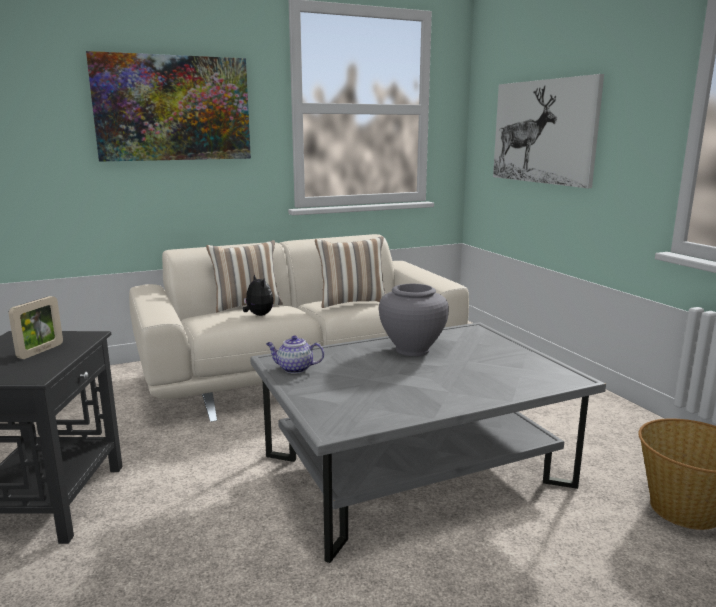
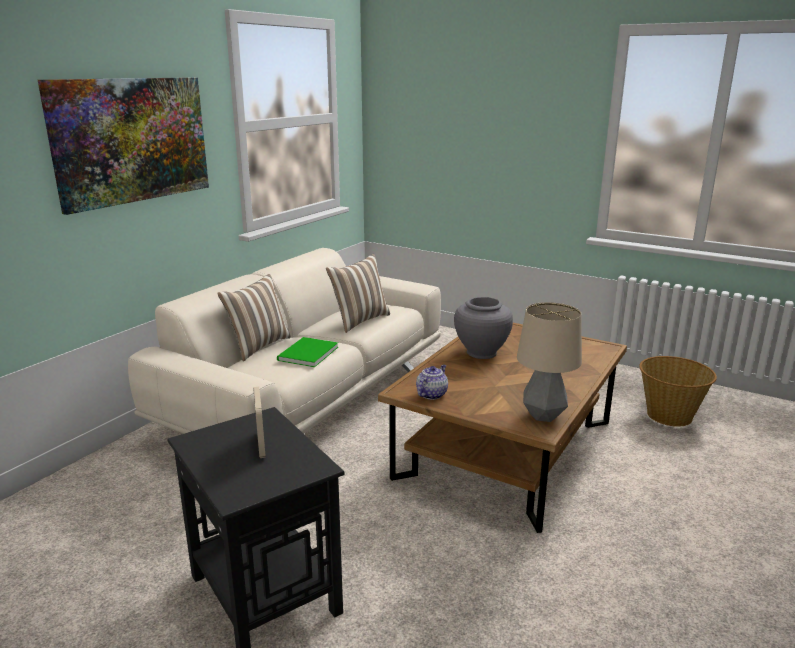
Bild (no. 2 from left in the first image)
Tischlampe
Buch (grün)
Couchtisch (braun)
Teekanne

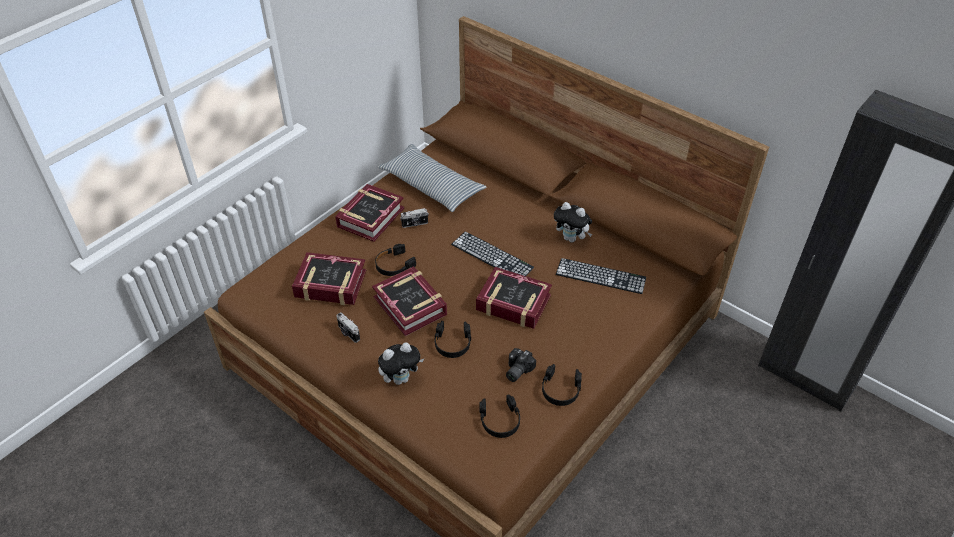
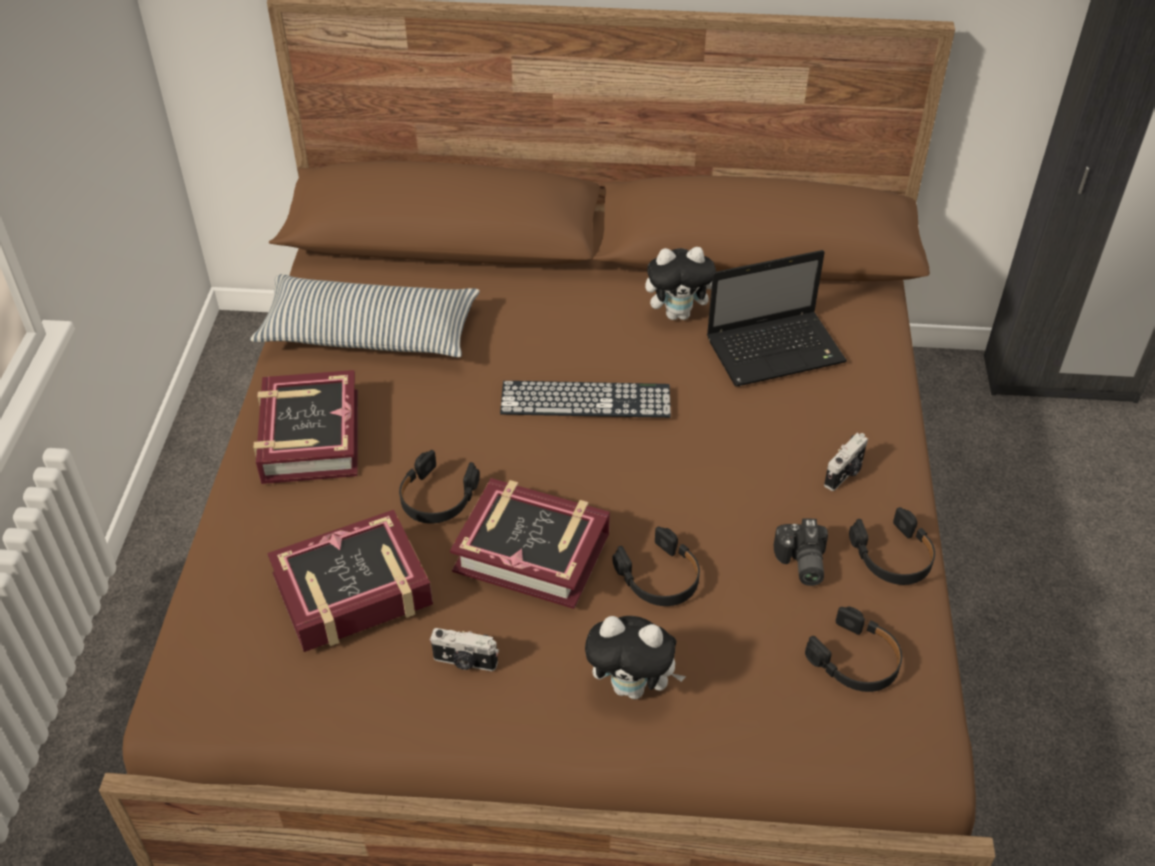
Buch (no. 4 from left in the first image)
Kamera (no. 3 from left)
Laptop
Plüschtier (no. 1 from left)

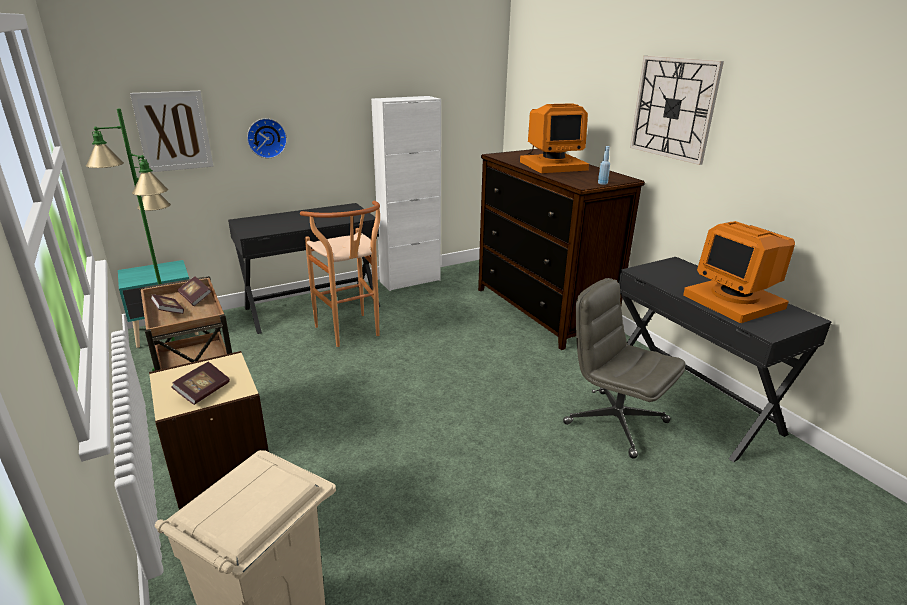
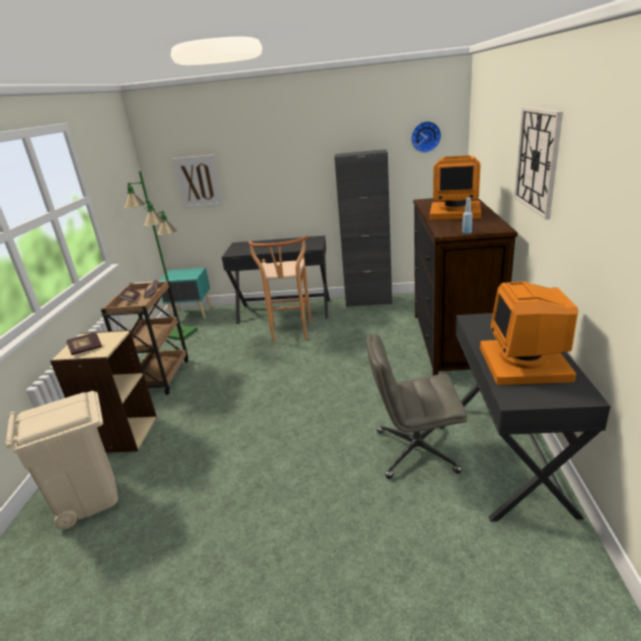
Wanduhr (no. 1 from left)
Schrank (schwarz)
Bürostuhl (grau)

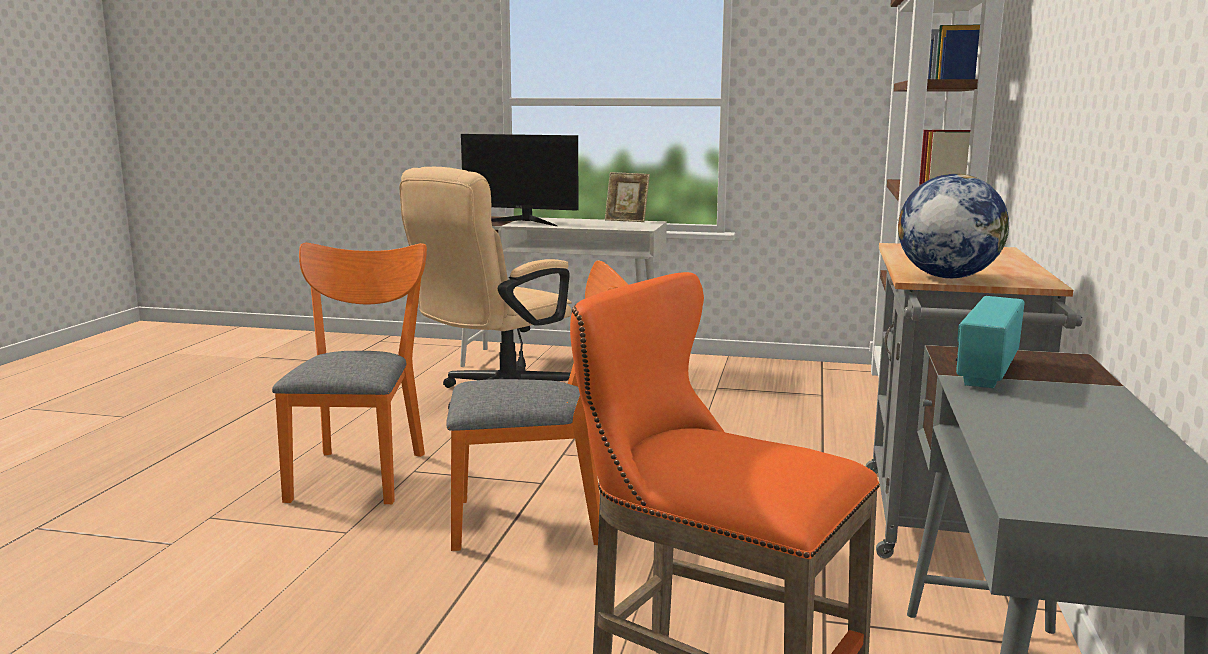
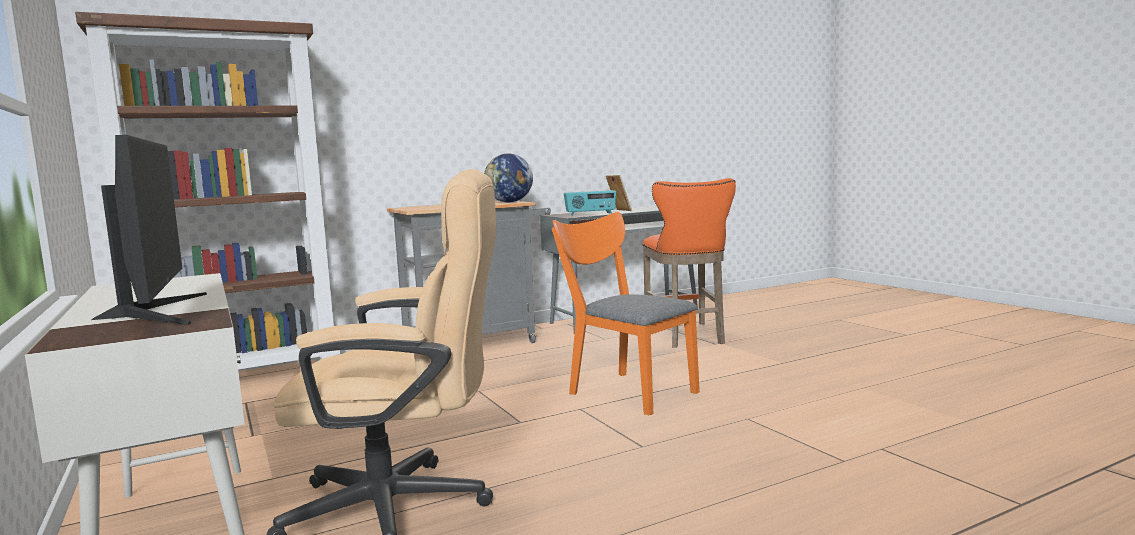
Stuhl (orange) (no. 1 from left in the first image)
Bilderrahmen

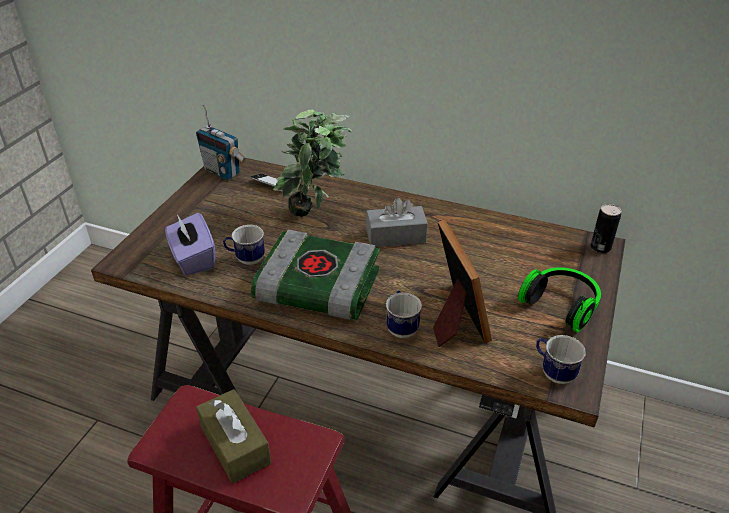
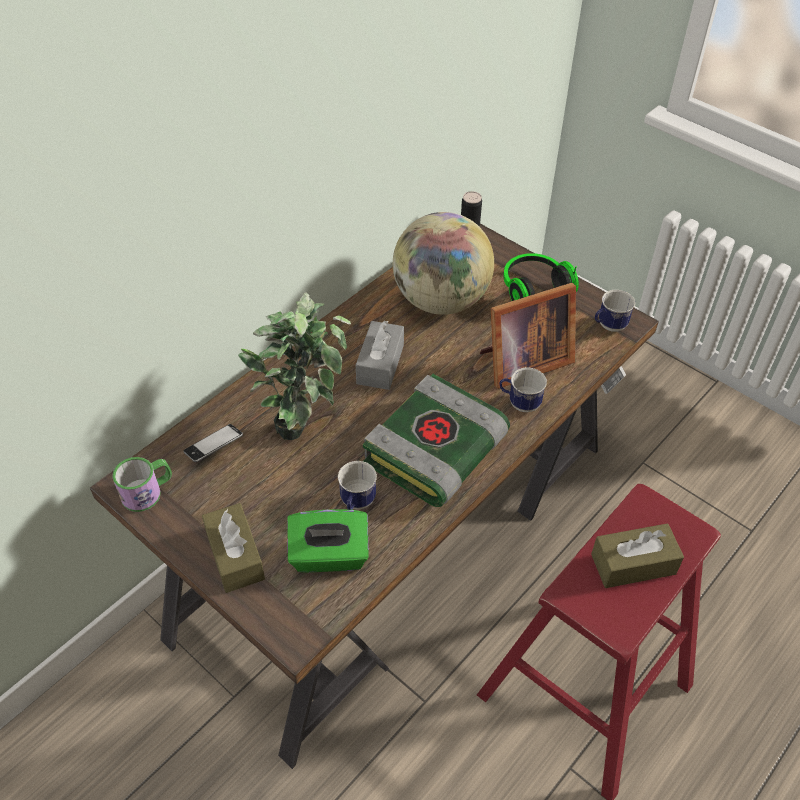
Taschentuchbox (braun) (no. 1 from left)
Globus
Henkelbecher (no. 1 from left)
Taschentuchbox (grün)
Bilderrahmen

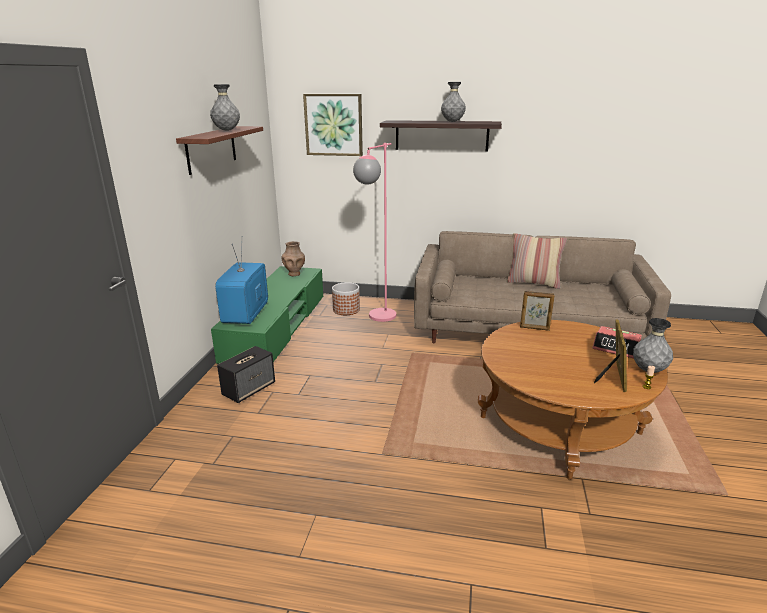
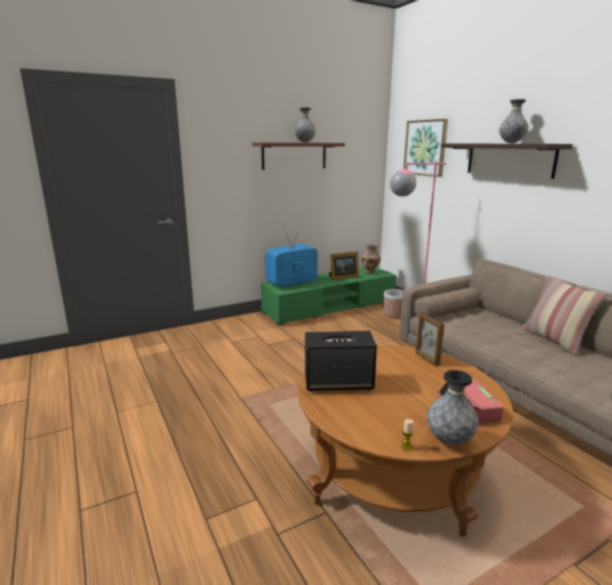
Lautsprecher
Bilderrahmen (no. 1 from left)

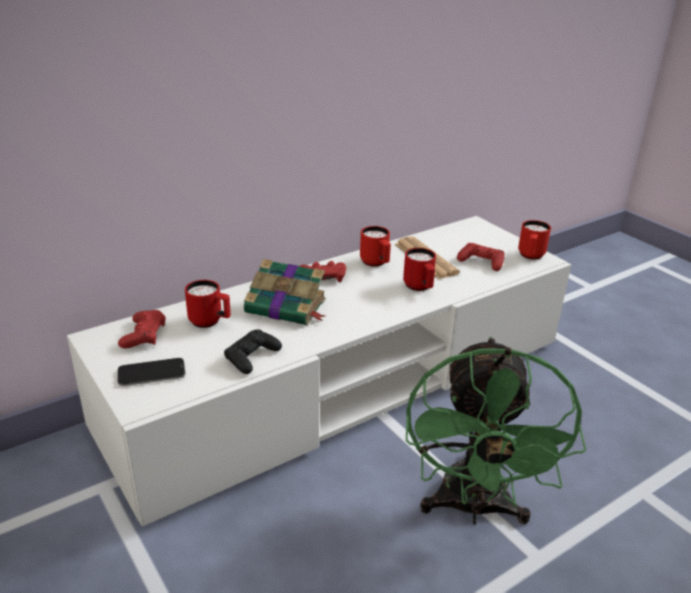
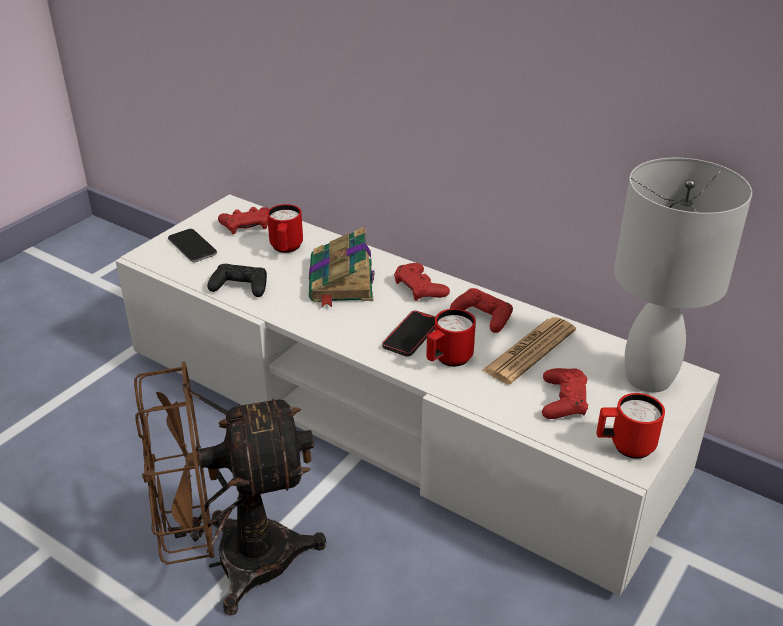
Handy (no. 2 from left)
Tischlampe (weiß)
Gamepad (rot) (no. 3 from left)
Ventilator (braun)

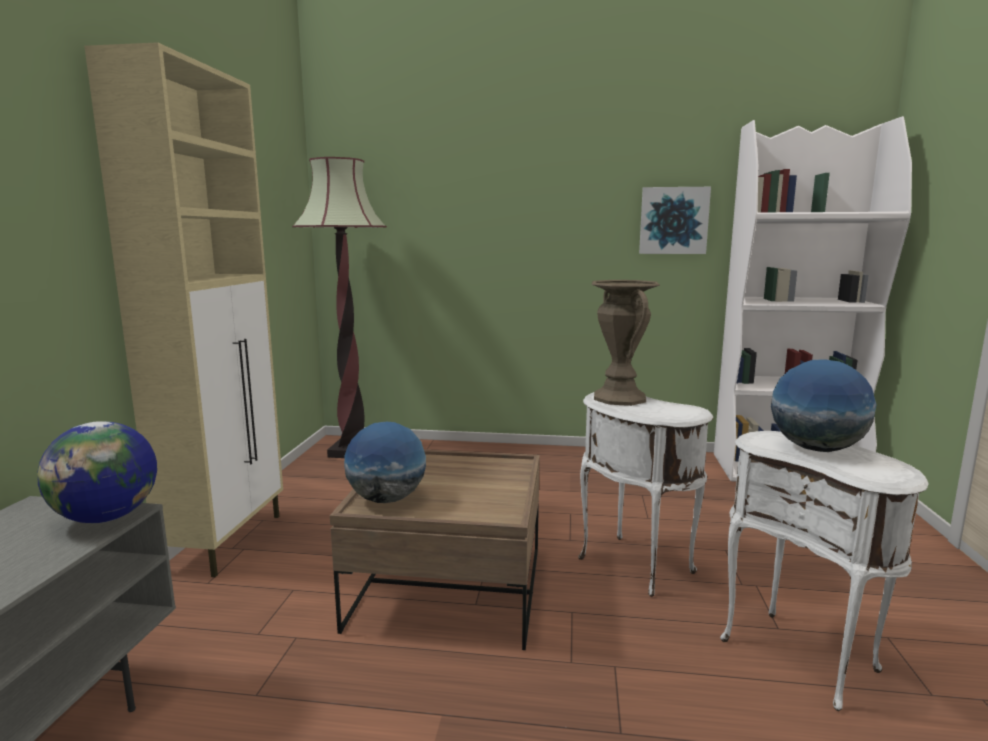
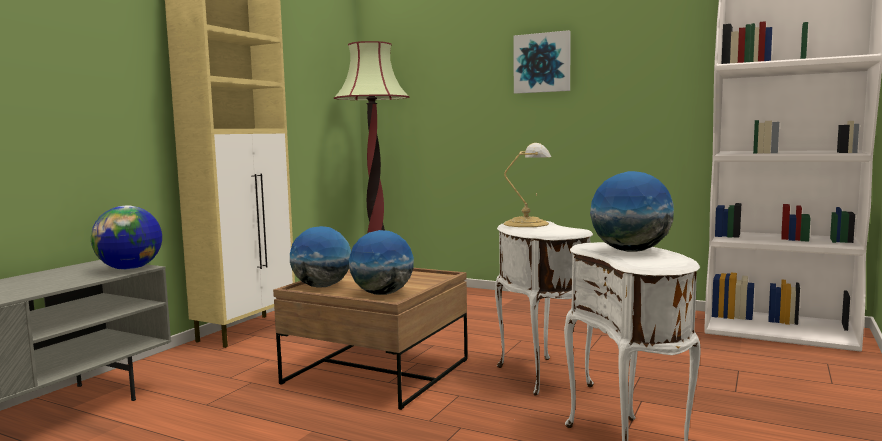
Globus (no. 3 from left)
Bild
Tischlampe

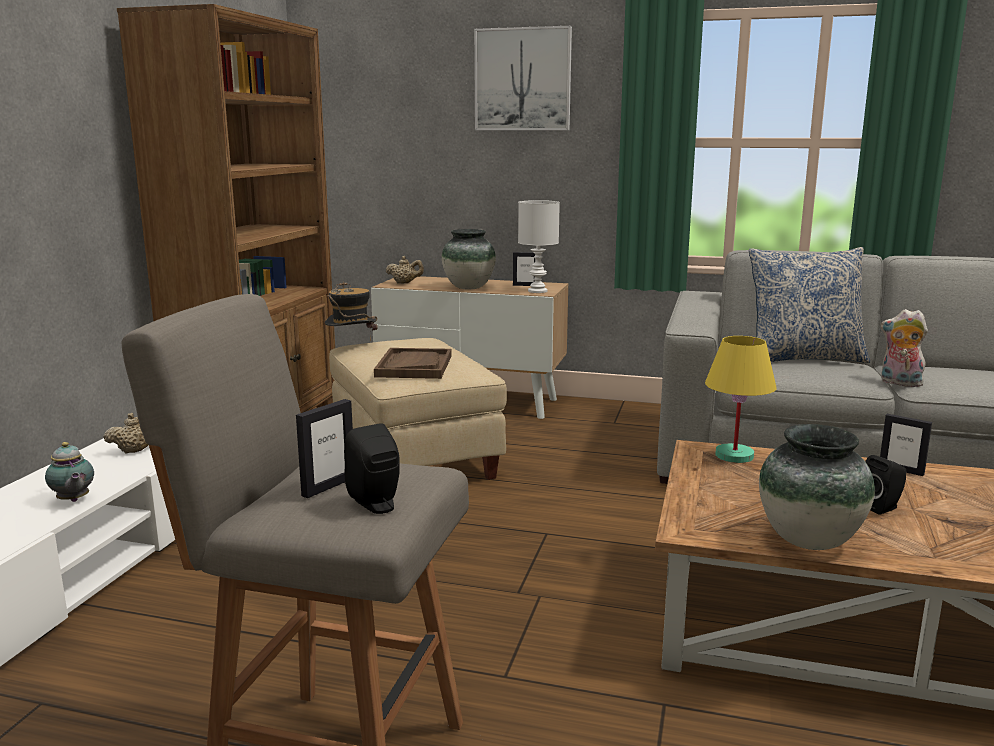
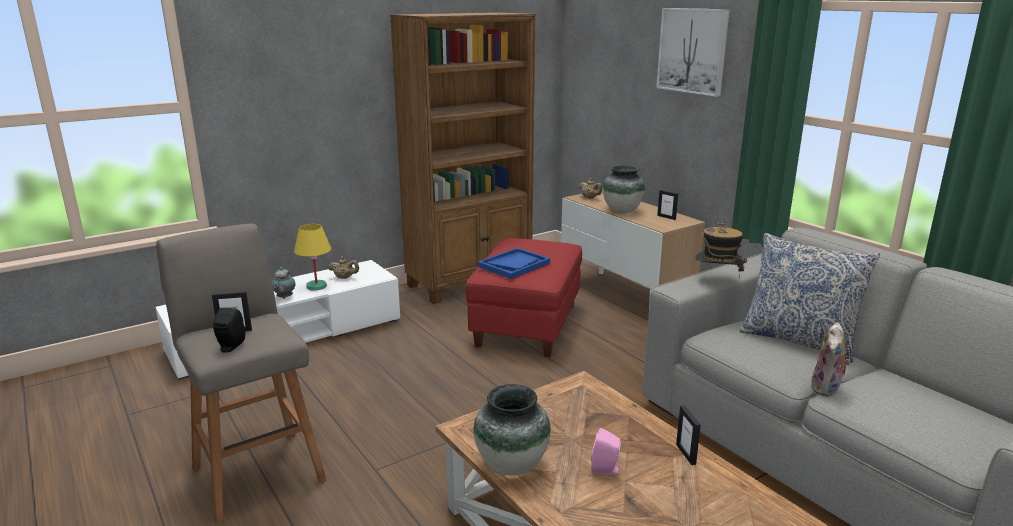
Tischlampe (weiß)
Hut
Tischlampe (gelb)
Polsterhocker (rot)
Tablett (blau)
Lautsprecher (rosa)
Plüschtier

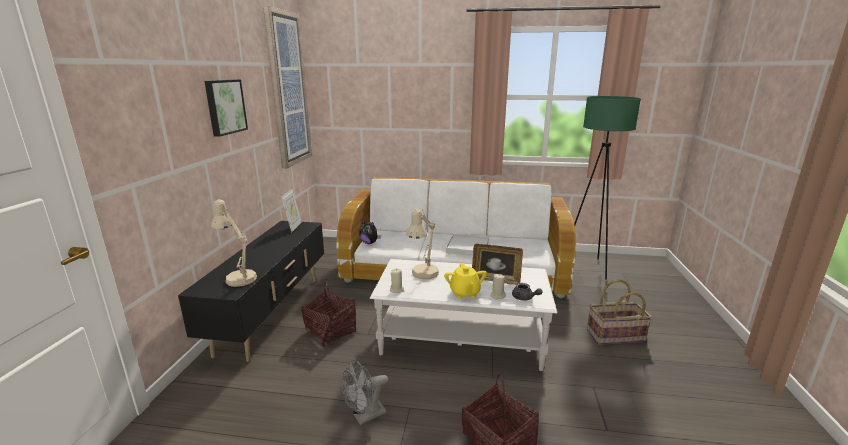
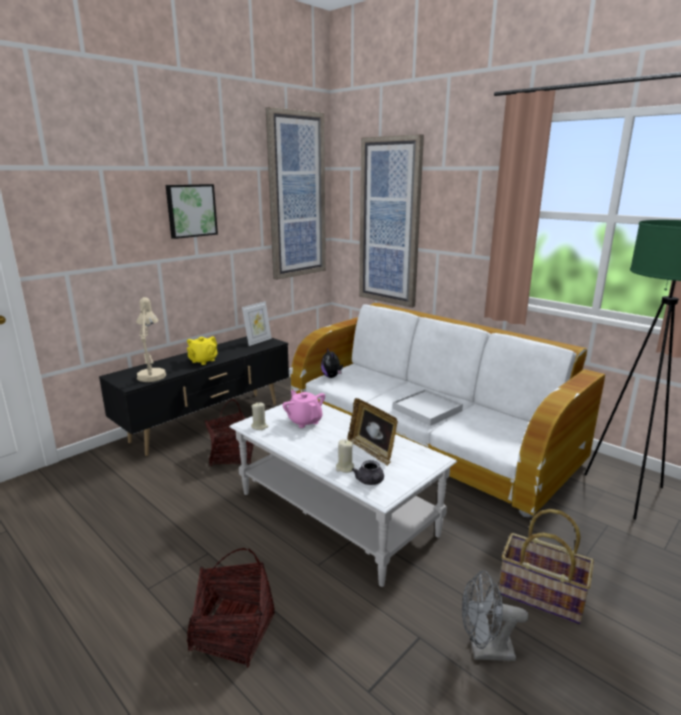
Bild (no. 3 from left)
Ventilator (grau)
Teekanne (gelb)
Teekanne (rosa)

